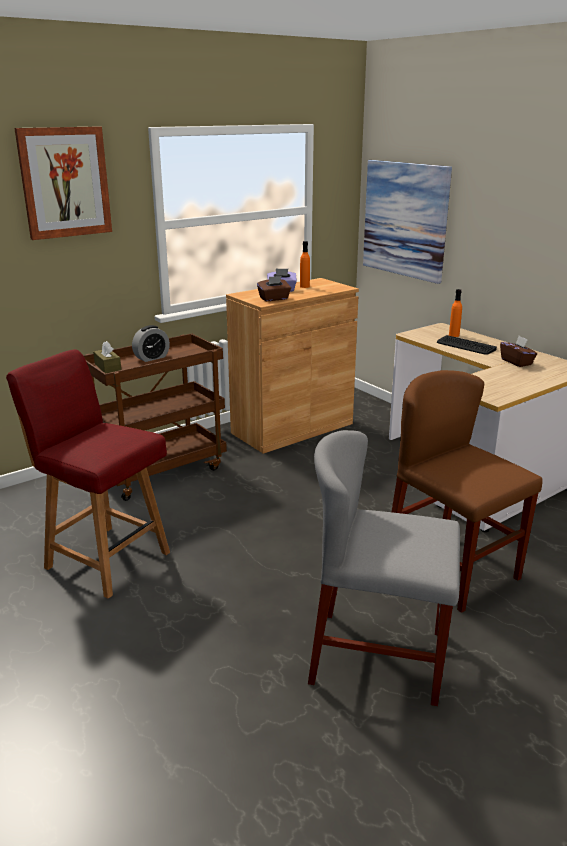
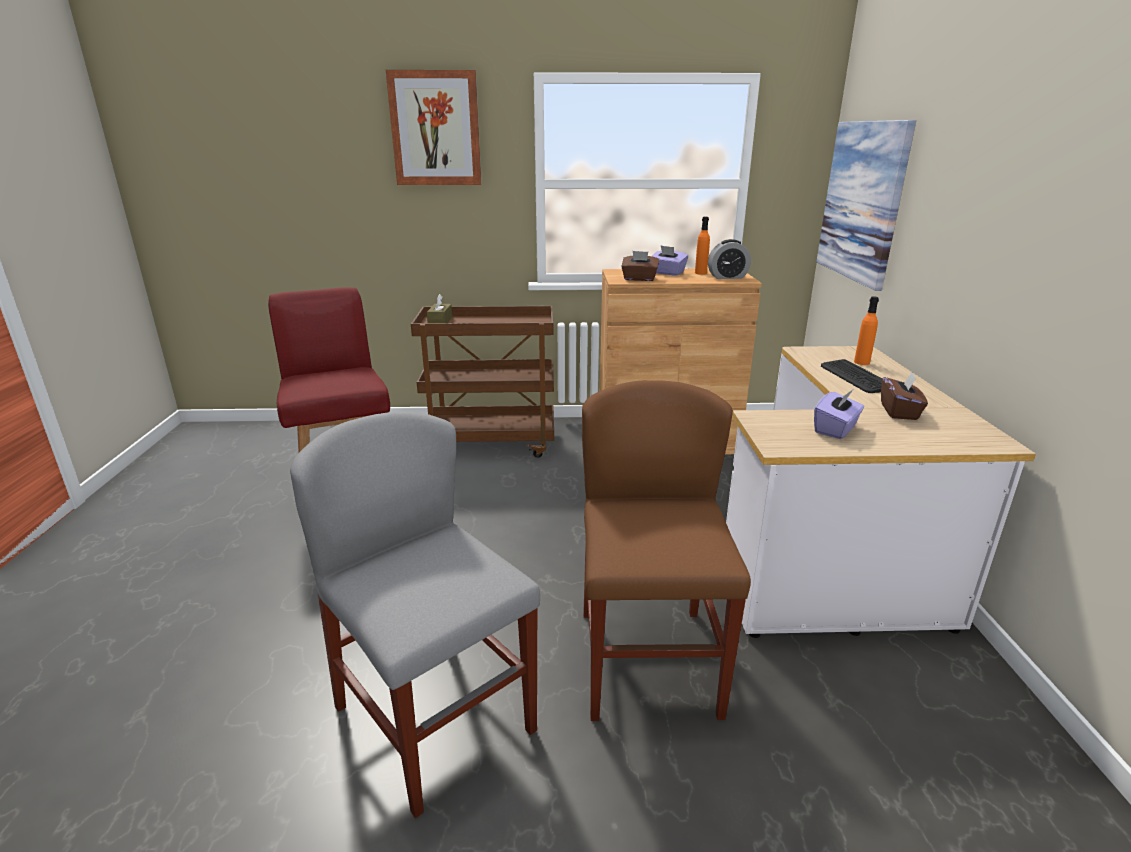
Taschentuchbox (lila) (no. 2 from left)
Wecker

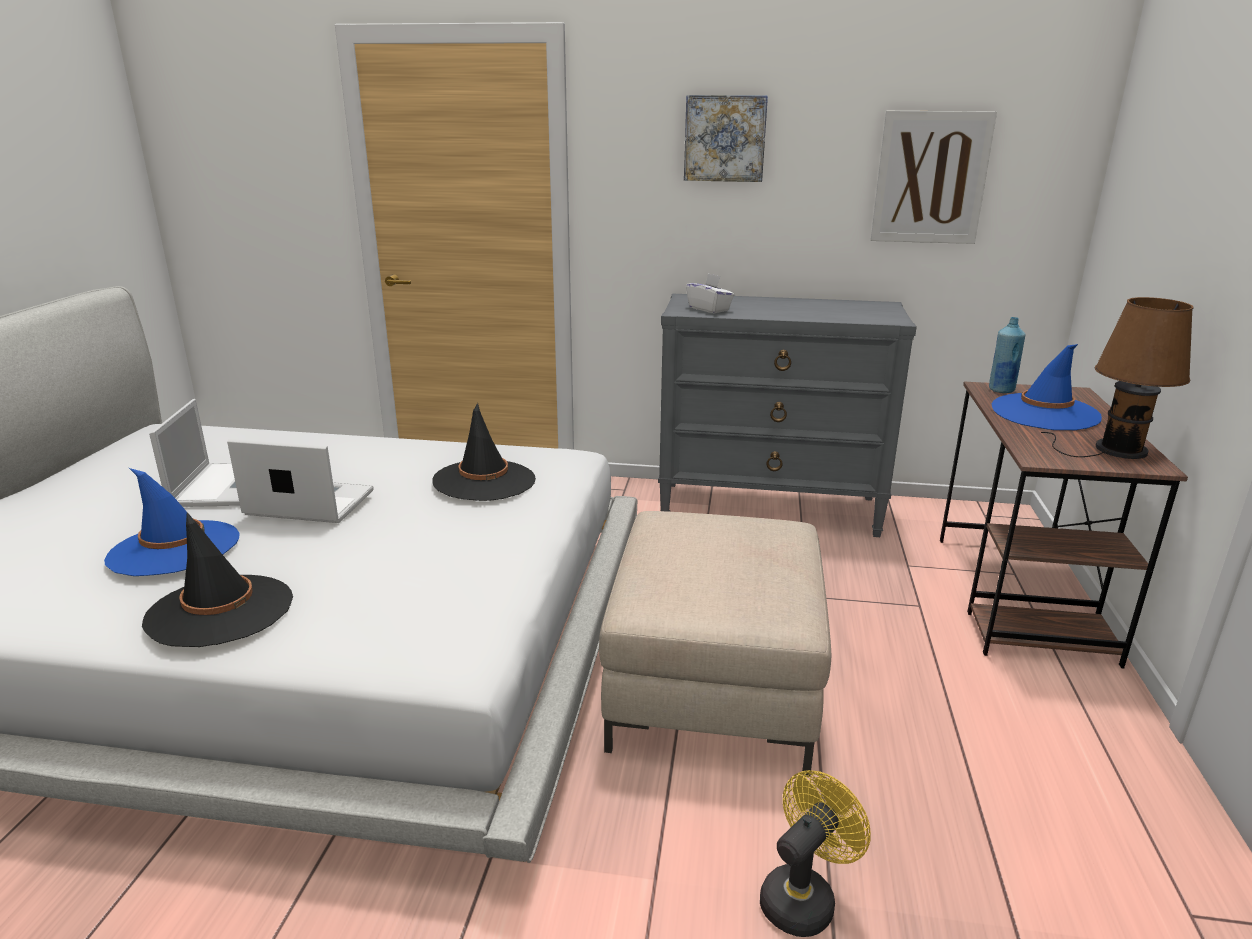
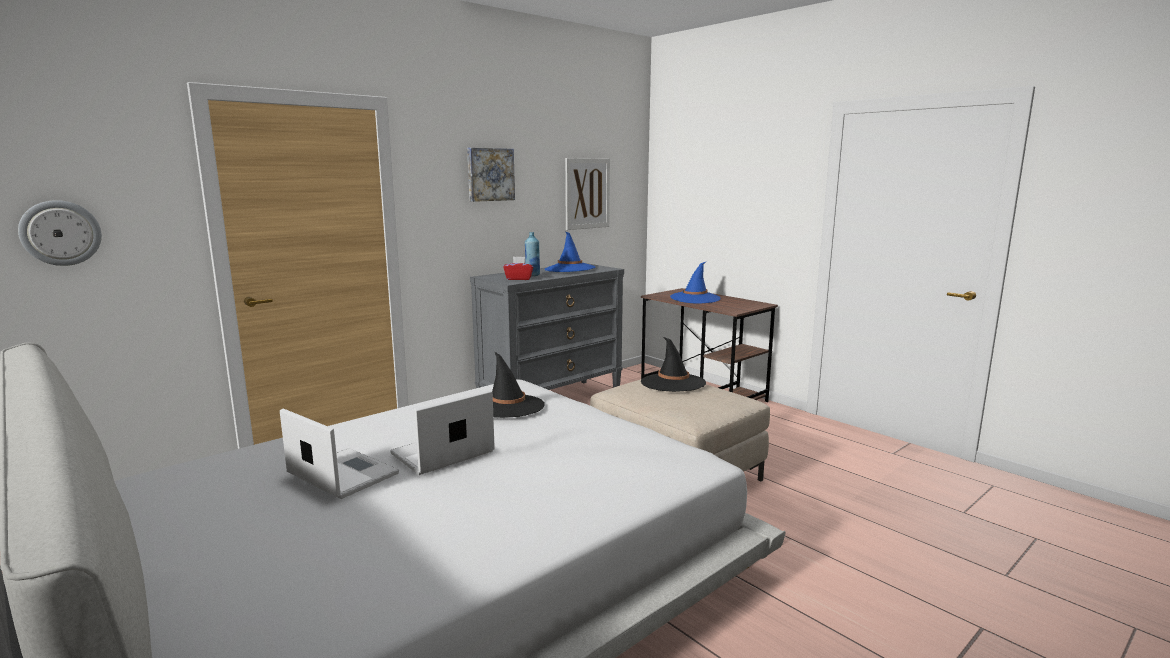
Ventilator (gelb)
Tischlampe (braun)
Wanduhr
Hut (blau) (no. 1 from left)
Hut (schwarz) (no. 2 from left)
Flasche (blau)
Taschentuchbox (rot)

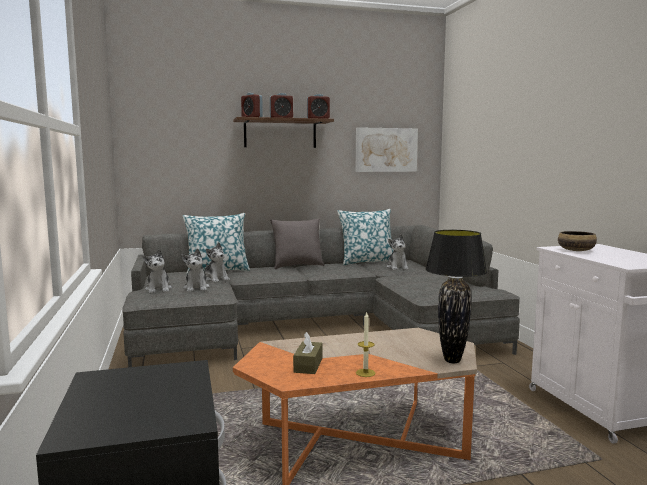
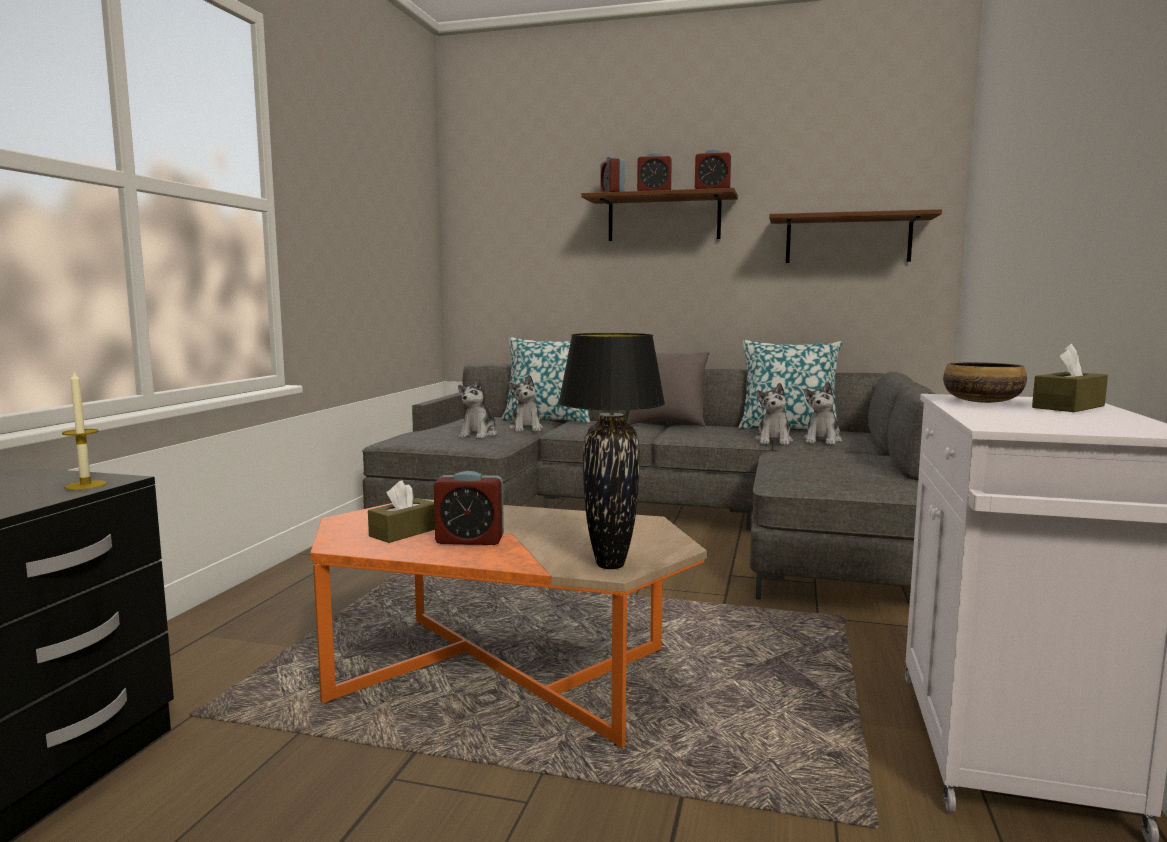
Wecker (no. 1 from left)
Taschentuchbox (braun) (no. 2 from left)
Plüschtier (no. 3 from left)
Kerze
Wandregal (braun) (no. 2 from left)

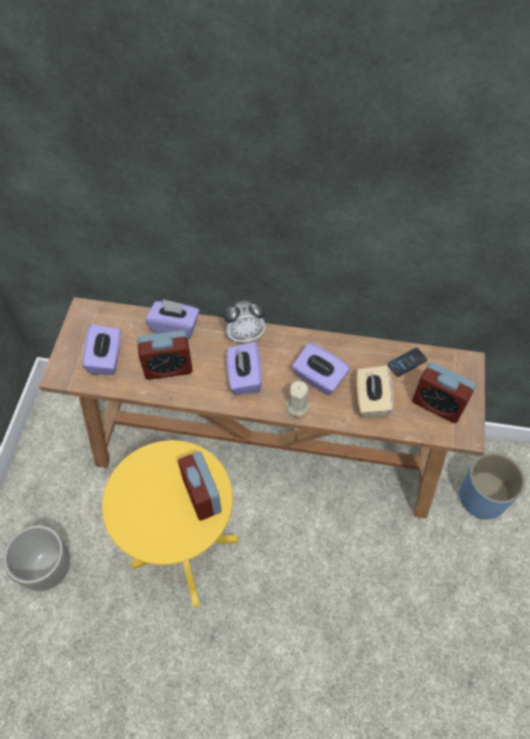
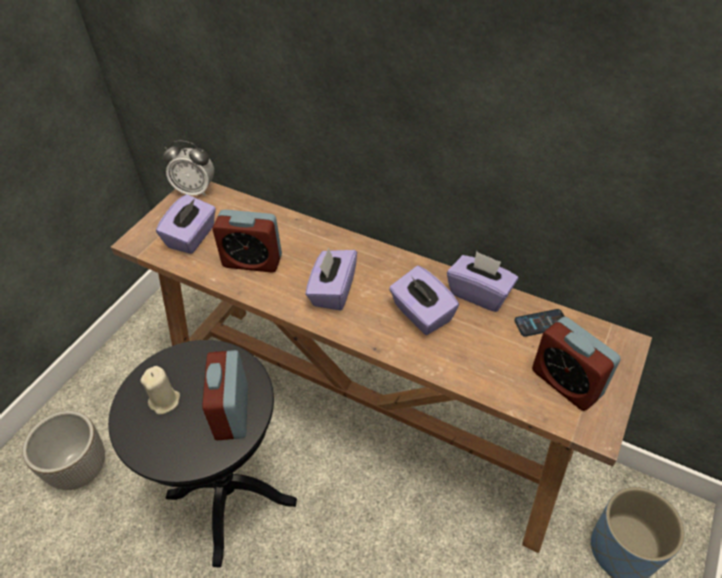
Taschentuchbox (beige)
Taschentuchbox (lila) (no. 4 from left)
Wecker (no. 1 from left)
Kerze (beige)
Beistelltisch (schwarz)

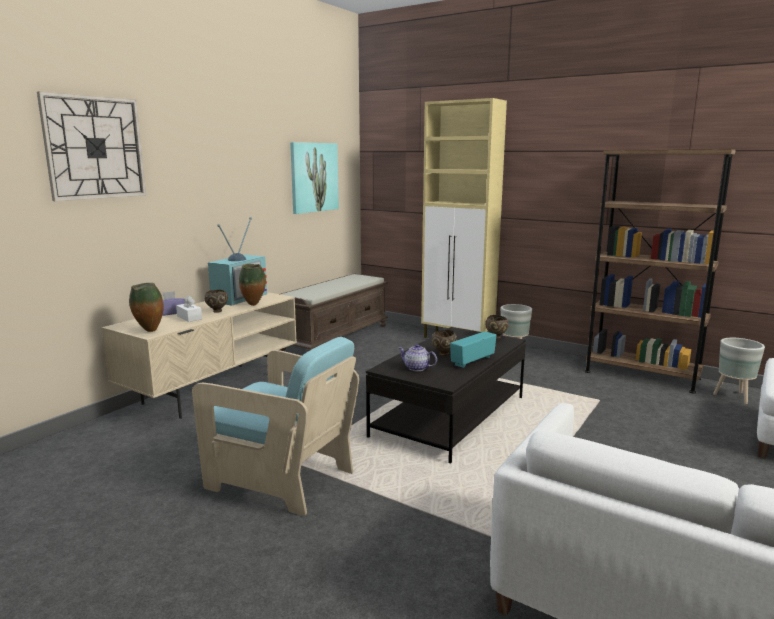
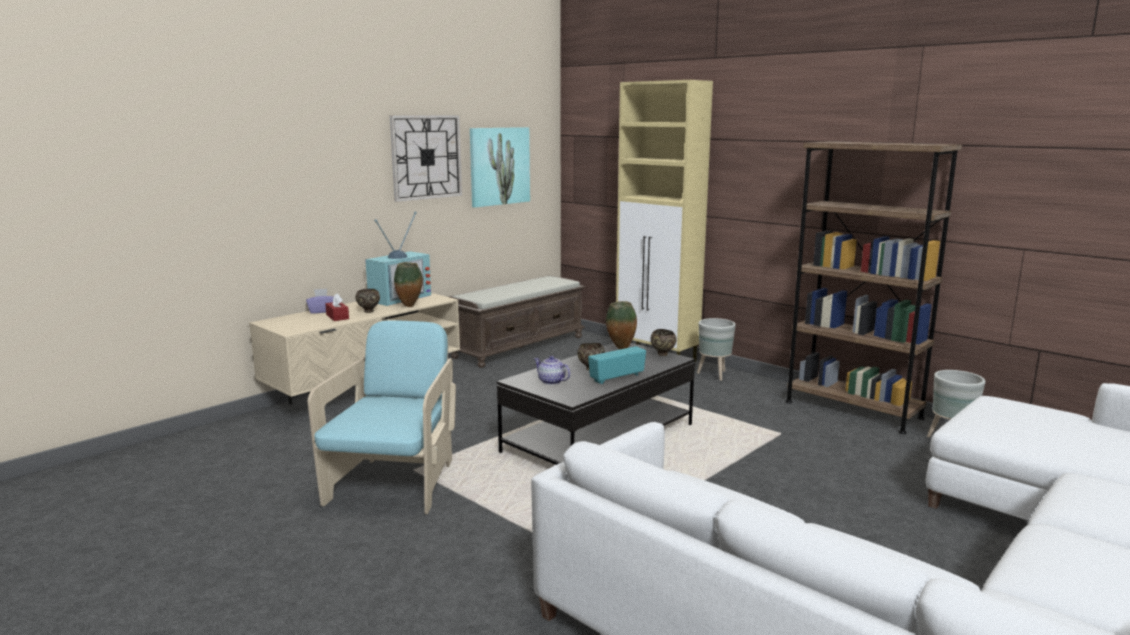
Wanduhr
Vase (no. 2 from left)
Taschentuchbox (rot)
Sessel (türkis)

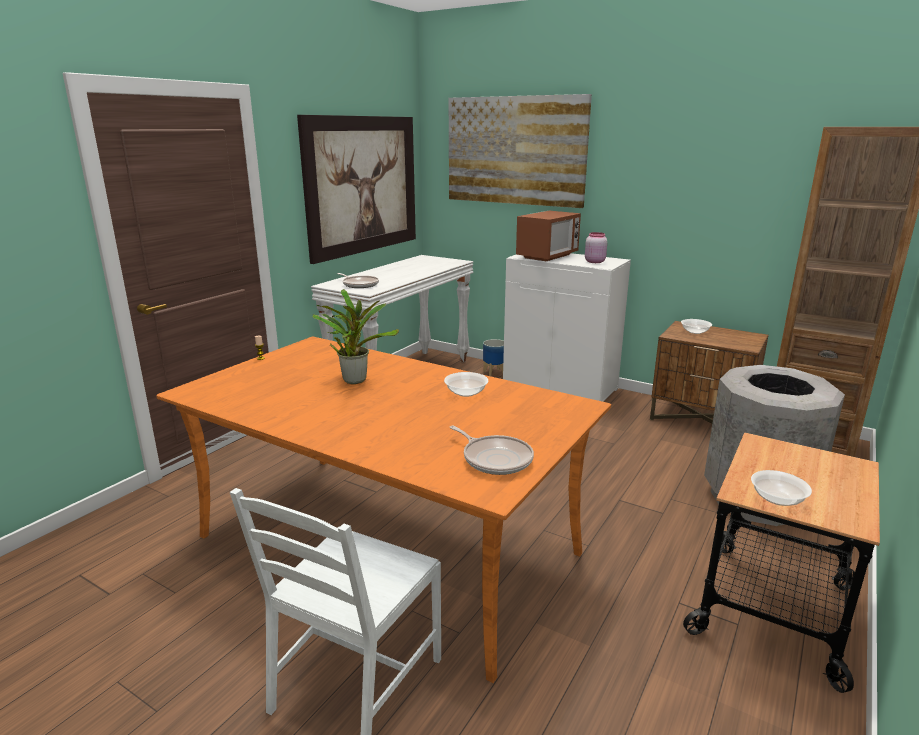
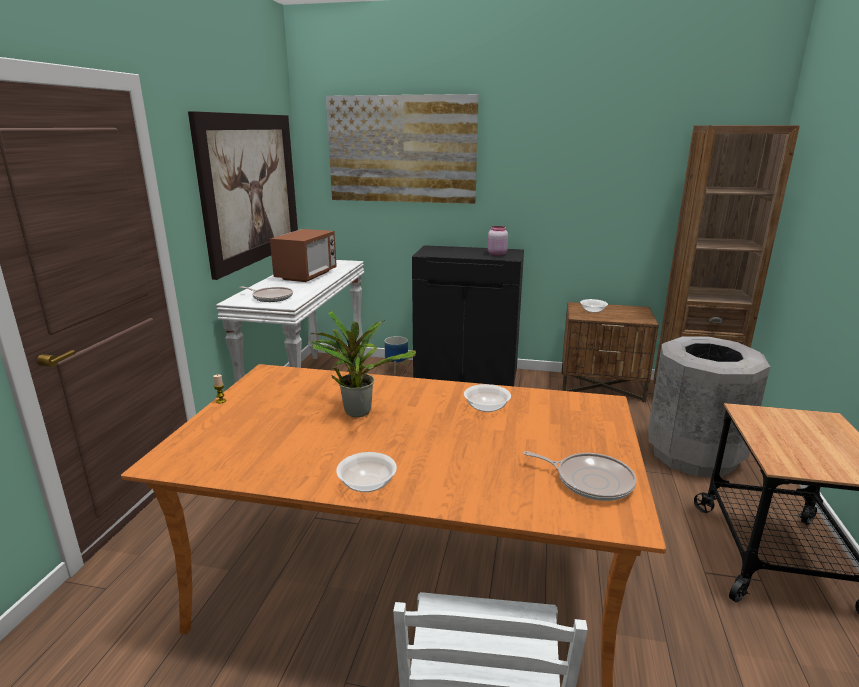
Mikrowelle
Schüssel (no. 1 from left)
Schrank (schwarz)

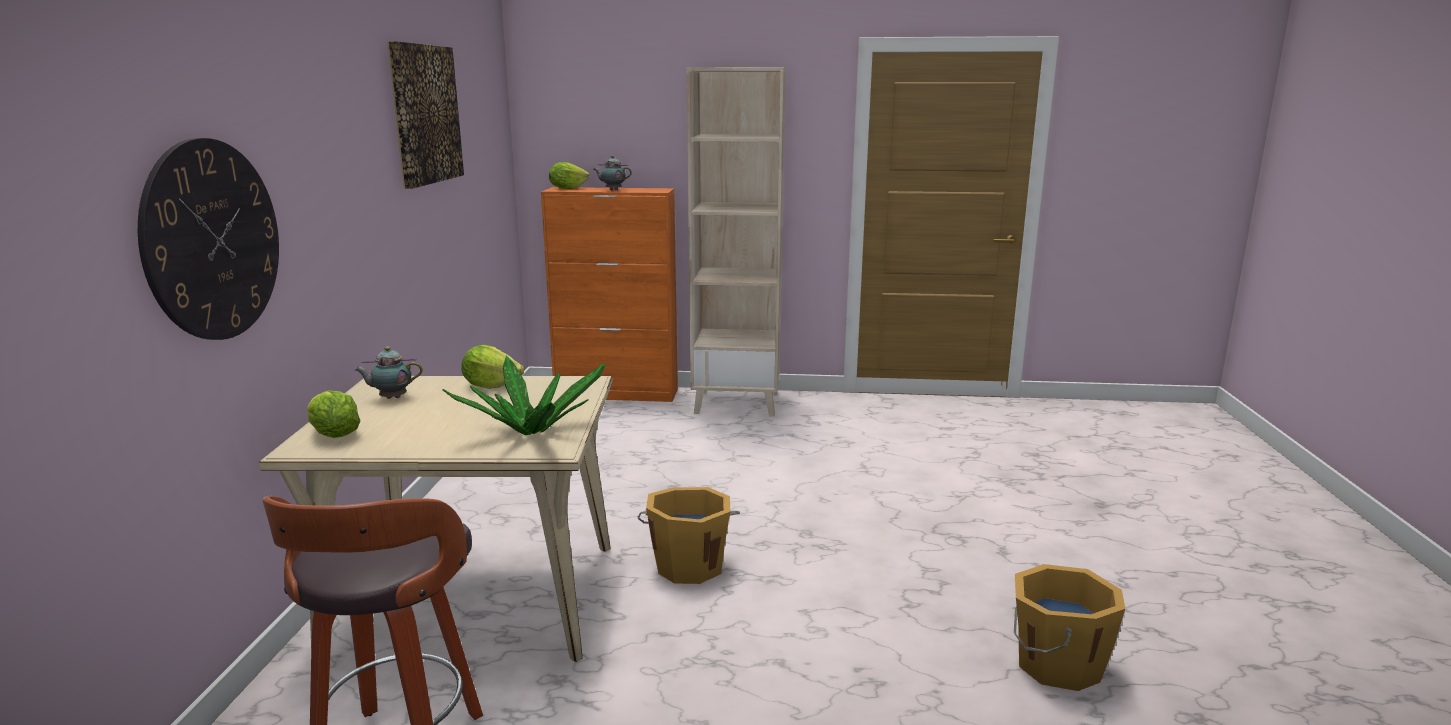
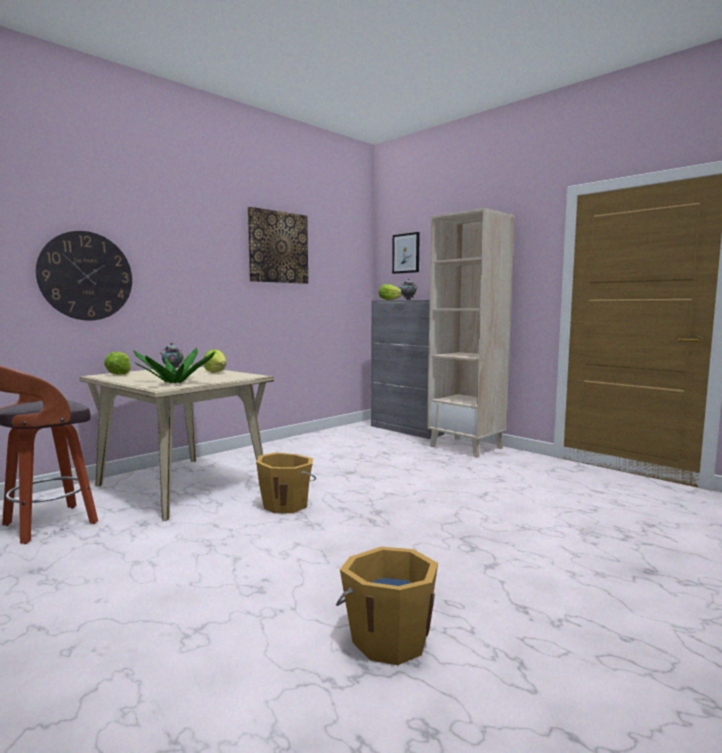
Bild (no. 2 from left)
Schrank (grau)

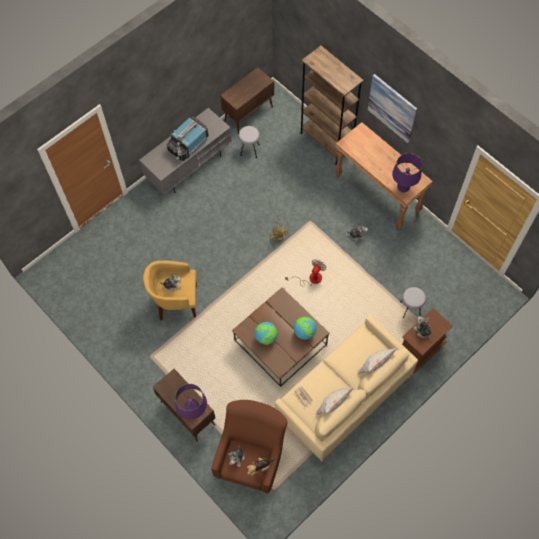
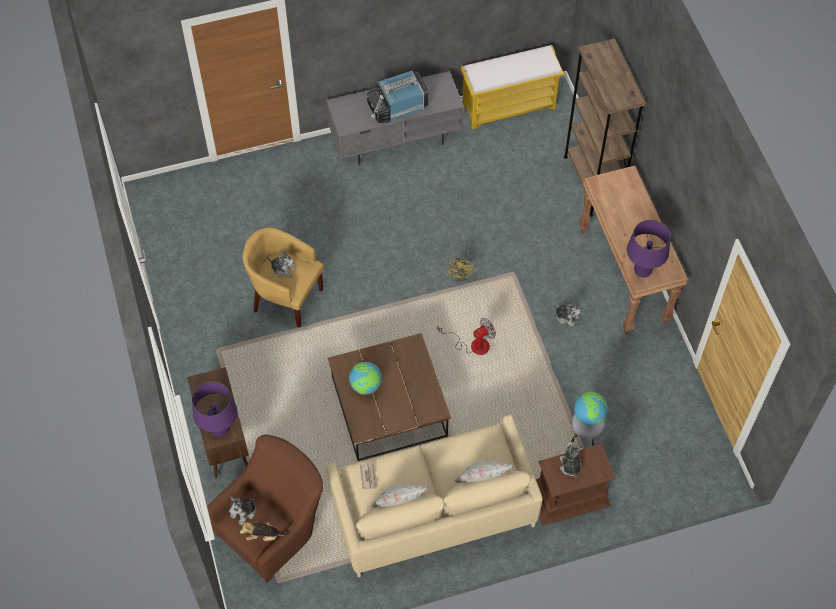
Hocker (grau) (no. 1 from left in the first image)
Bild
Globus (no. 2 from left)
Bank (gelb)

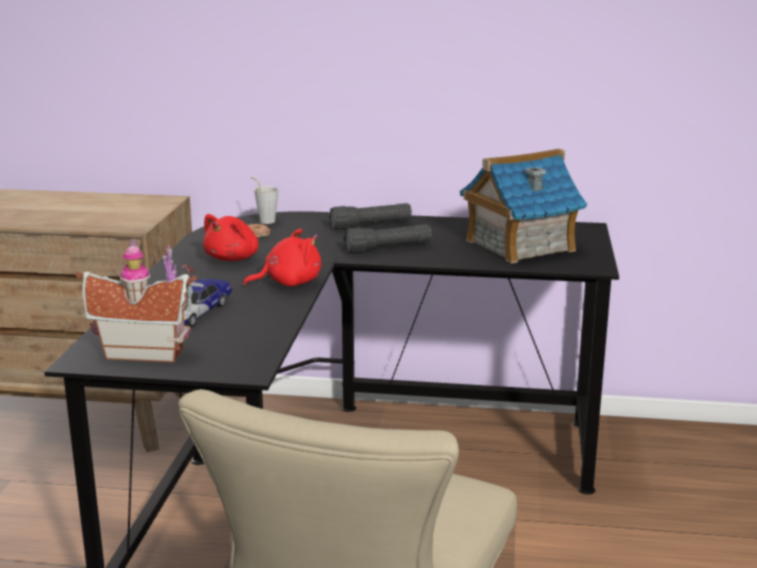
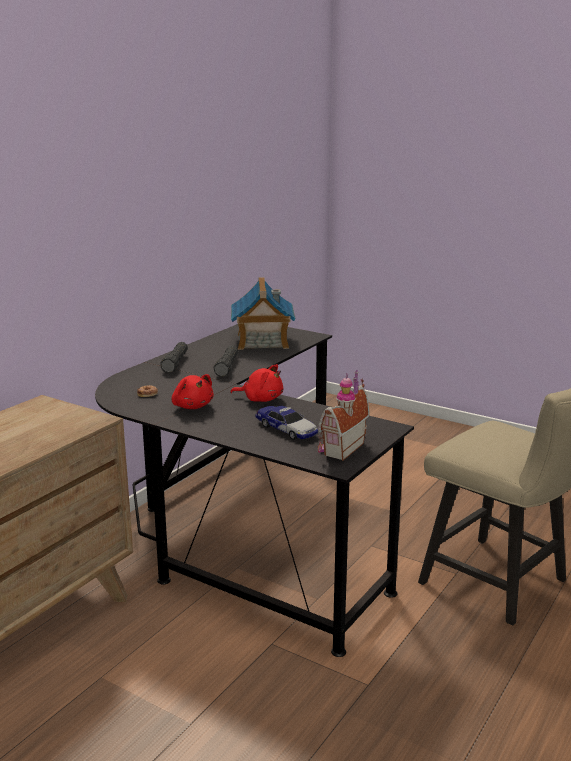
Tasse (grau)
Plüschtier (rot) (no. 2 from left)

